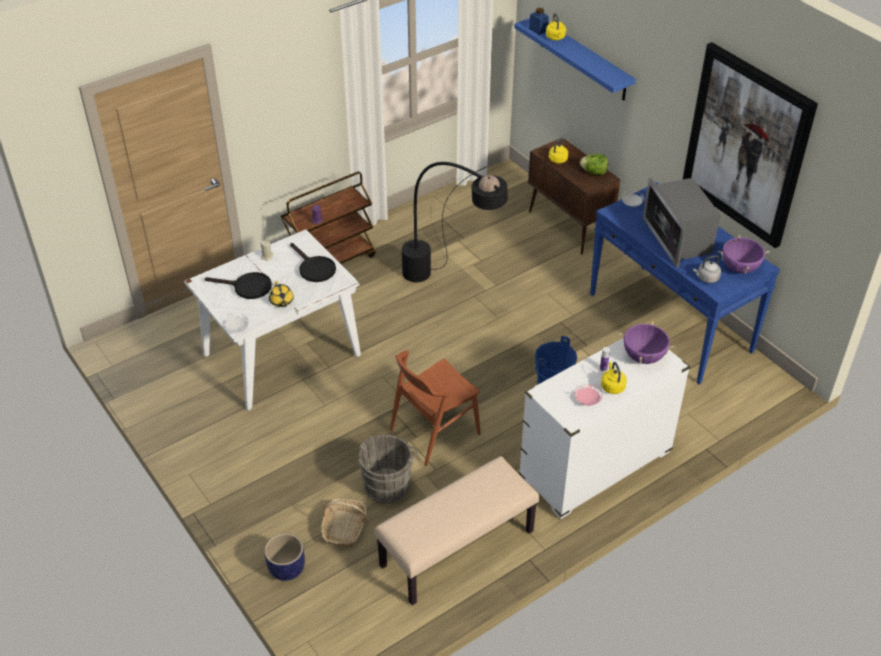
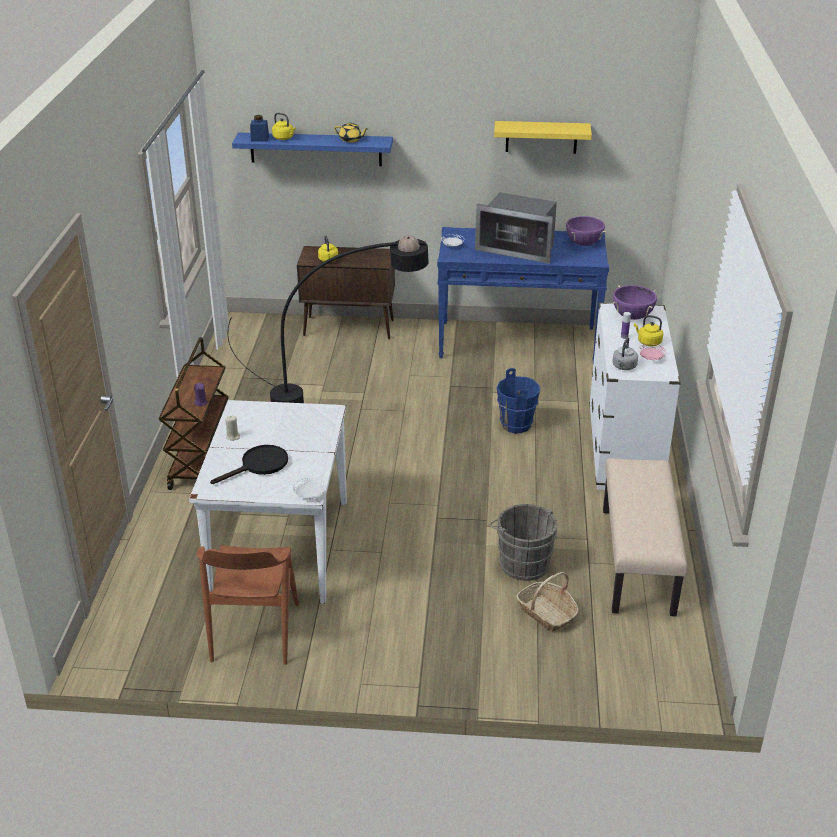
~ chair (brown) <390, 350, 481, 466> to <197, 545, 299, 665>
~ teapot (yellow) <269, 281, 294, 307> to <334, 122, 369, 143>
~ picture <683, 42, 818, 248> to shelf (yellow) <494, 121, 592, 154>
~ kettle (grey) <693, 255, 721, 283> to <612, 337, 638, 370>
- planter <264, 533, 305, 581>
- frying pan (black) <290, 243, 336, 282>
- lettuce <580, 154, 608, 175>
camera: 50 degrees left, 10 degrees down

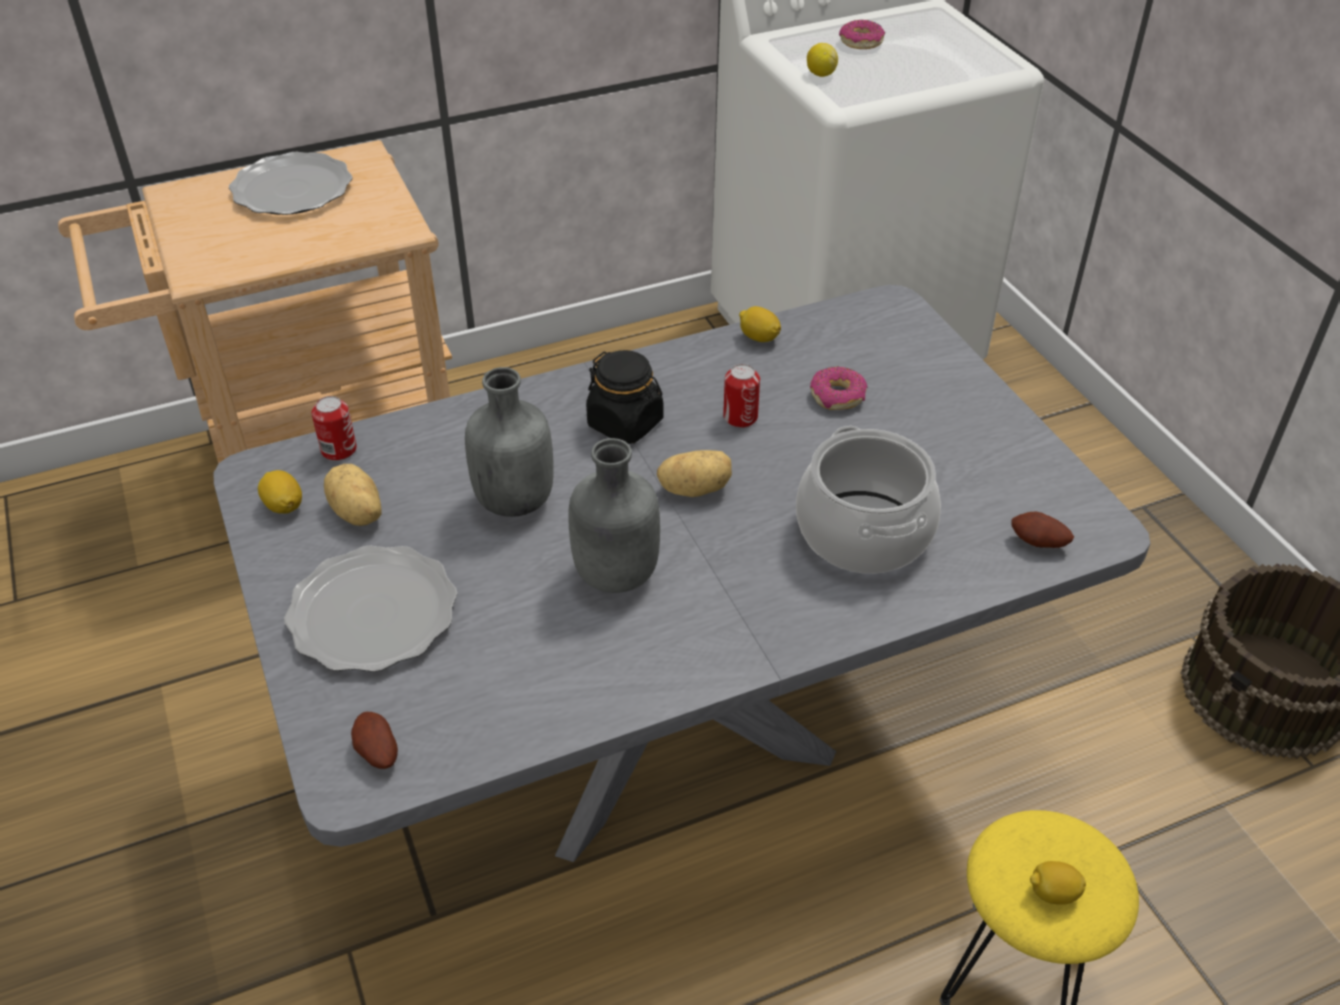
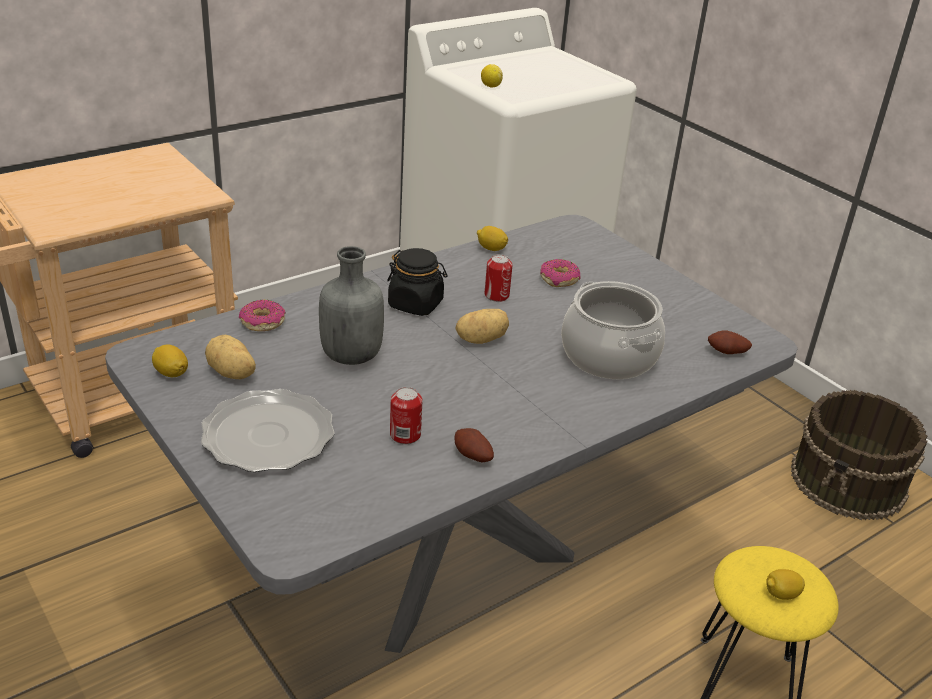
~ donut <839, 20, 885, 49> to <239, 300, 286, 331>
~ can <312, 396, 357, 461> to <390, 387, 423, 444>
~ potato <351, 712, 398, 769> to <454, 428, 494, 462>
- plate <229, 152, 352, 215>
- bottle (grey) <568, 438, 660, 593>
camera: 15 degrees left, 10 degrees down

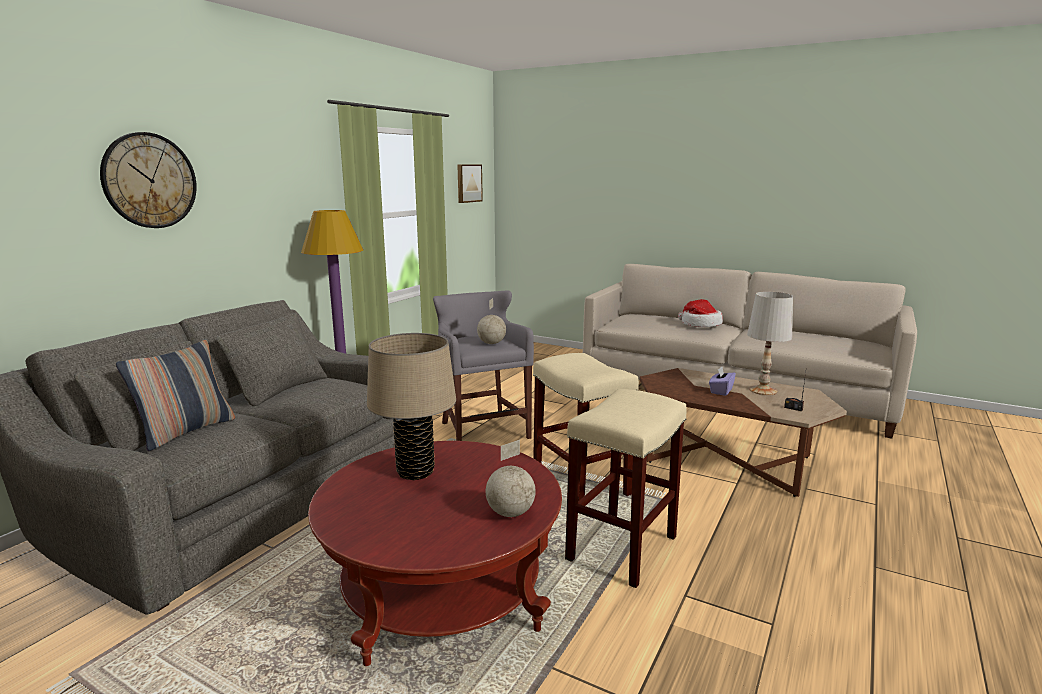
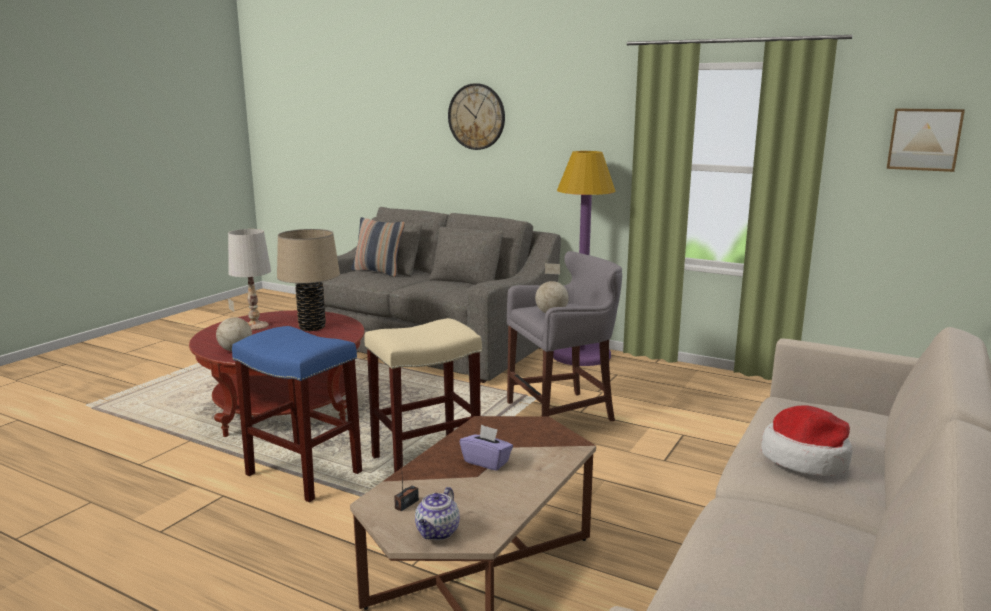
~ table lamp (white) <747, 292, 793, 395> to <228, 229, 271, 330>
~ stool (beige) <565, 389, 687, 588> to stool (blue) <232, 326, 362, 502>
+ teapot <415, 487, 460, 540>
camera: 90 degrees right, 0 degrees up

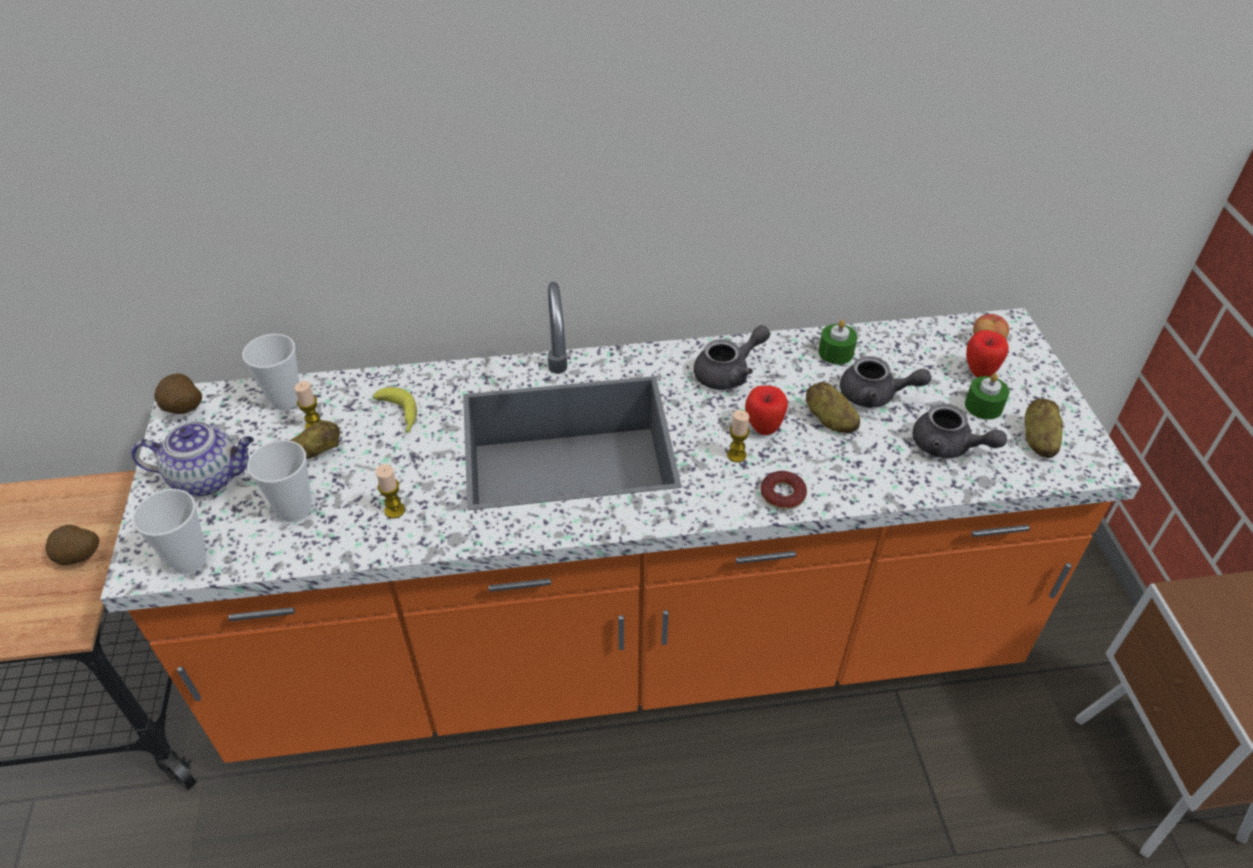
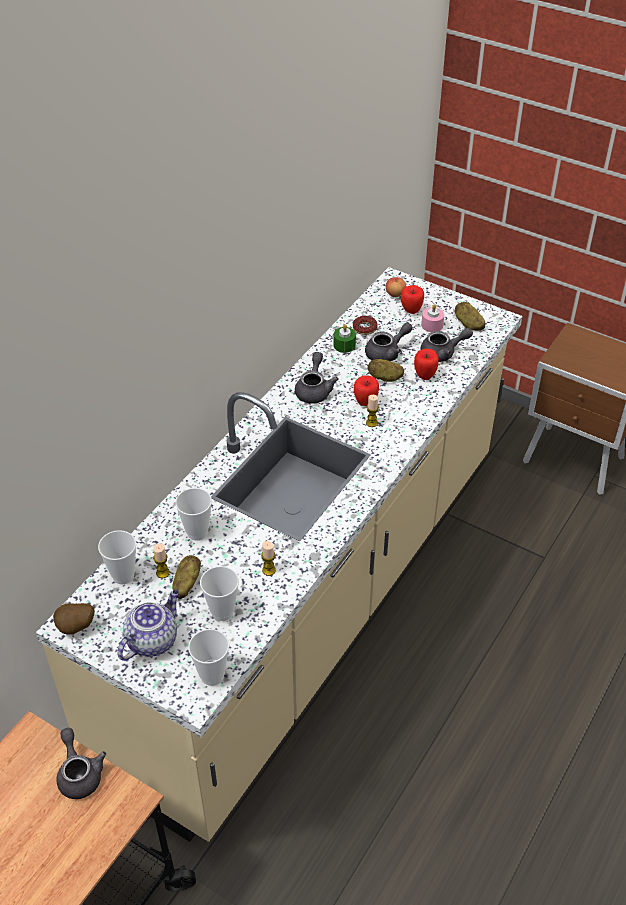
~ counter (orange) <100, 282, 1141, 763> to counter (beige) <36, 267, 522, 842>
~ potato <46, 525, 99, 565> to teapot (grey) <56, 728, 106, 799>
~ banana <373, 387, 417, 433> to cup <175, 488, 212, 541>
~ donut <761, 471, 807, 510> to <353, 316, 378, 335>
+ apple <414, 349, 439, 380>
~ candle (green) <965, 373, 1009, 420> to candle (pink) <421, 304, 444, 332>
camera: 50 degrees left, 0 degrees up

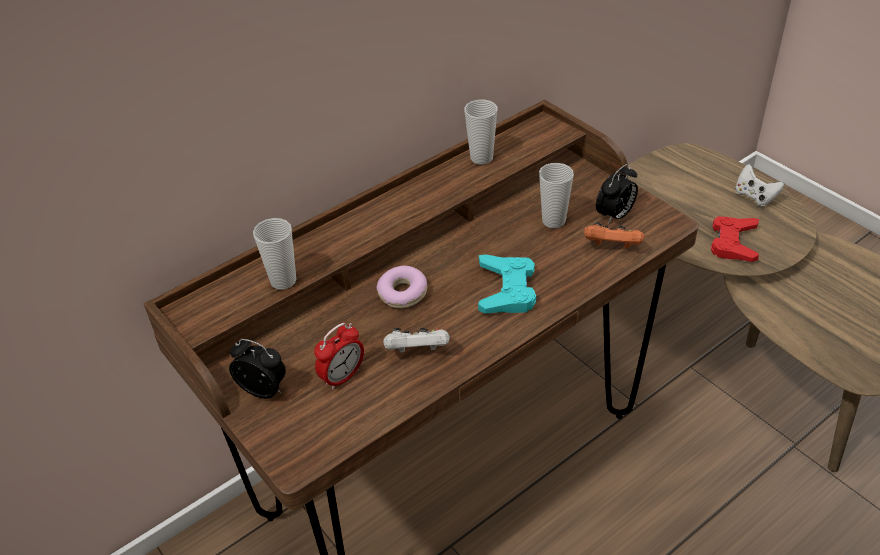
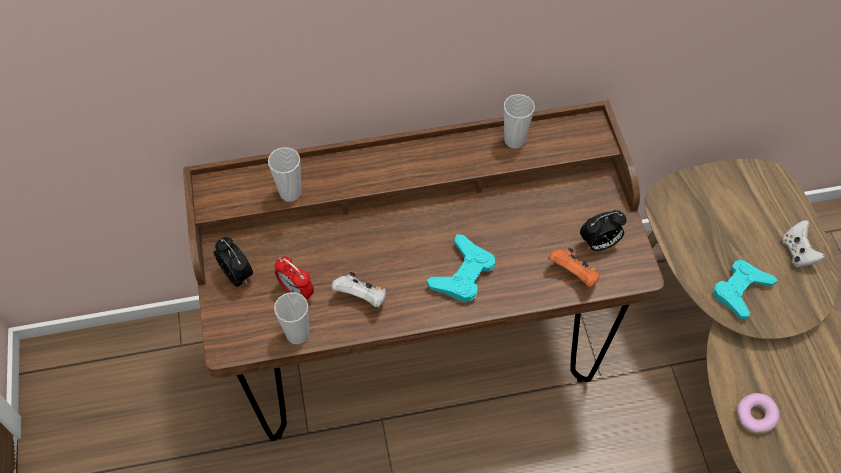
~ cup <539, 163, 574, 228> to <274, 292, 309, 344>
~ alarm clock <314, 323, 364, 390> = <275, 257, 314, 300> 60 degrees clockwise
~ game controller (red) <711, 216, 759, 262> to game controller (turquoise) <714, 260, 777, 320>
~ donut <377, 266, 427, 308> to <737, 393, 780, 434>
camera: 25 degrees right, 15 degrees up

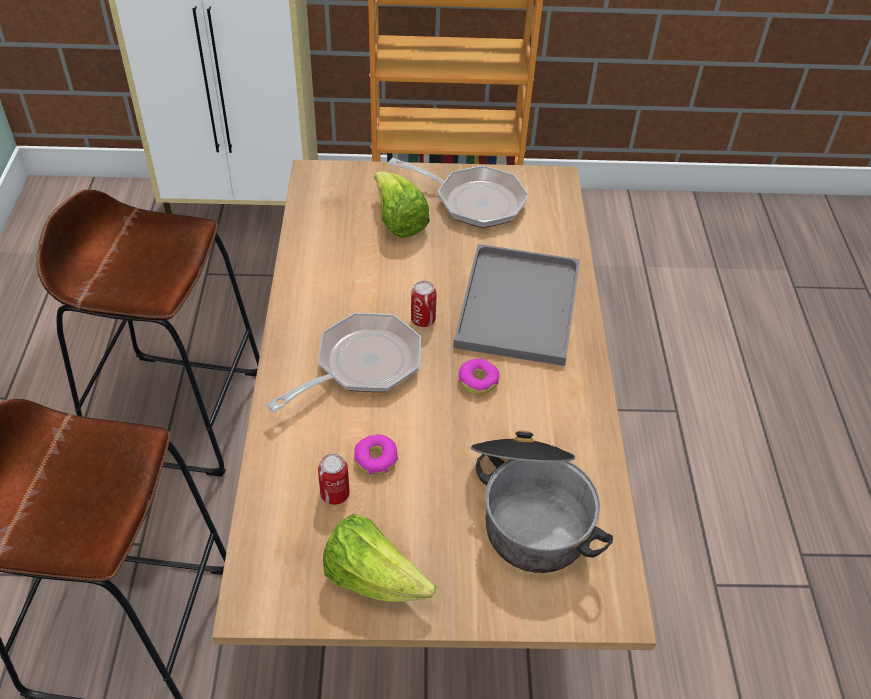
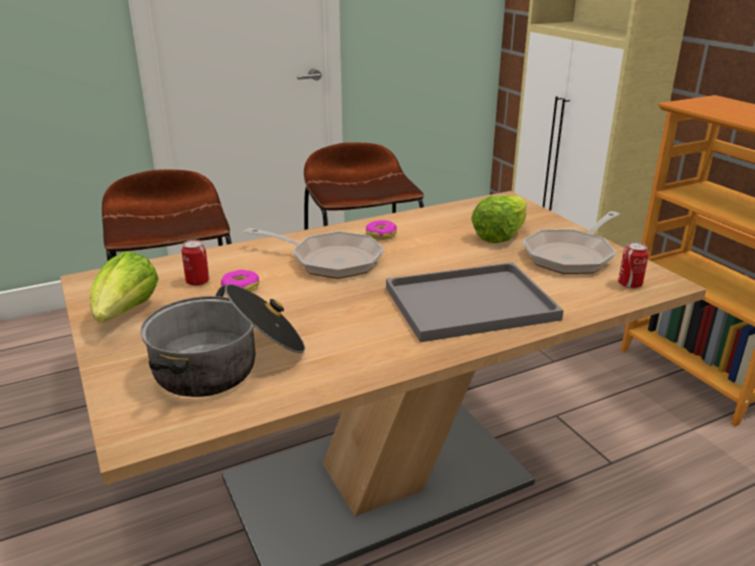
~ donut <458, 358, 500, 394> to <366, 220, 397, 240>
~ frying pan <388, 158, 529, 228> = <523, 211, 620, 274> 45 degrees clockwise
~ can <411, 281, 437, 327> to <618, 242, 649, 289>
camera: 65 degrees right, 20 degrees down

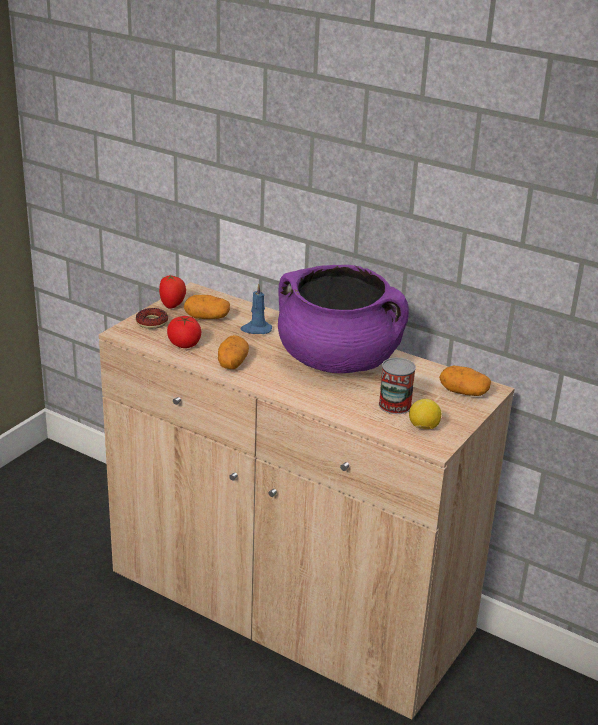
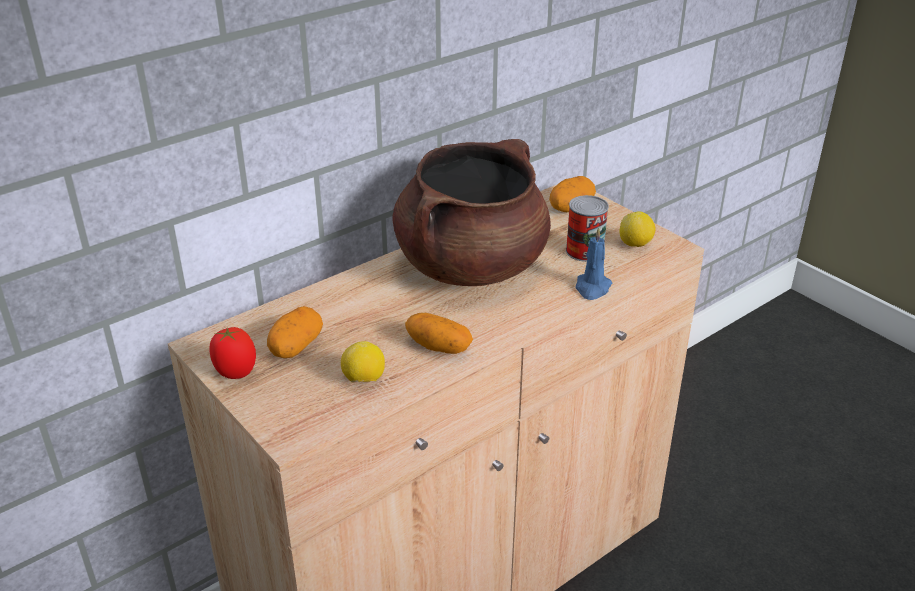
~ tomato <167, 316, 201, 348> to lemon <341, 341, 385, 383>
~ cooking pot (purple) <278, 265, 409, 373> to cooking pot (brown) <393, 139, 551, 286>
~ candle (blue) <241, 283, 272, 334> to <575, 227, 612, 300>
- donut <136, 308, 168, 329>
camera: 70 degrees left, 5 degrees up

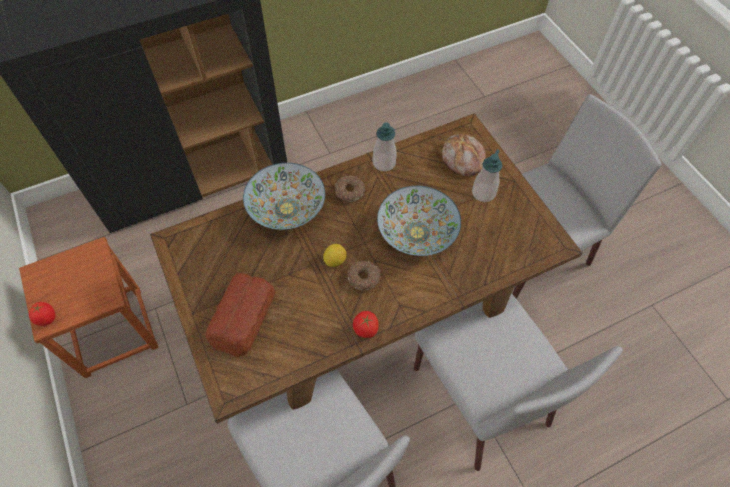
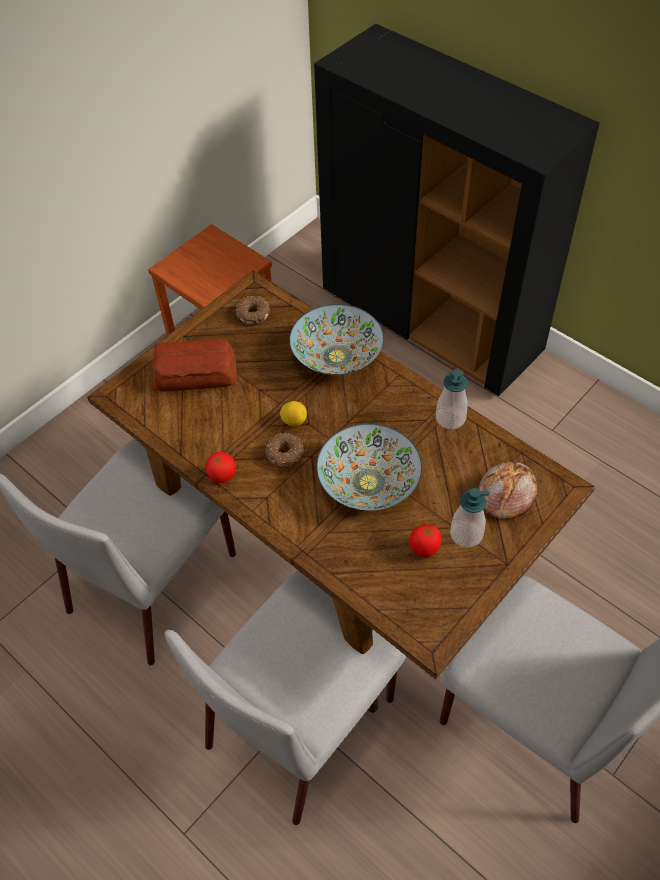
~ donut <335, 175, 365, 202> to <236, 296, 270, 325>
~ tomato <29, 302, 56, 326> to <409, 524, 441, 558>
camera: 70 degrees right, 5 degrees down

